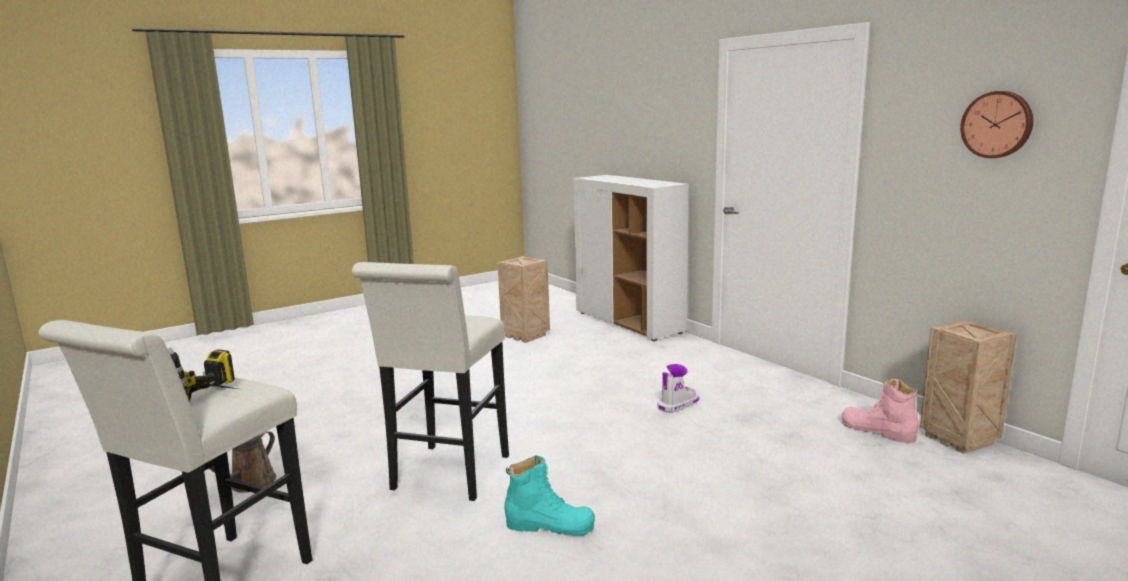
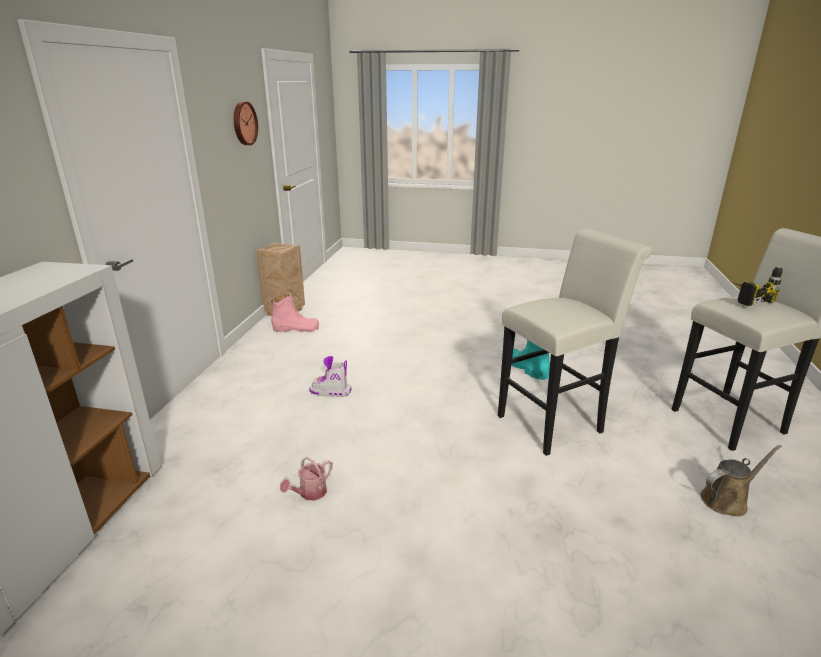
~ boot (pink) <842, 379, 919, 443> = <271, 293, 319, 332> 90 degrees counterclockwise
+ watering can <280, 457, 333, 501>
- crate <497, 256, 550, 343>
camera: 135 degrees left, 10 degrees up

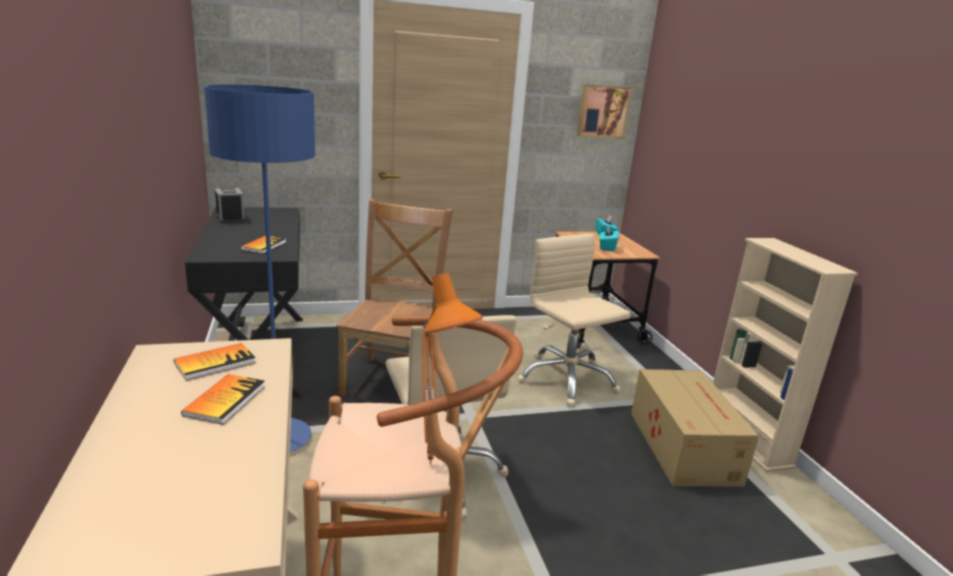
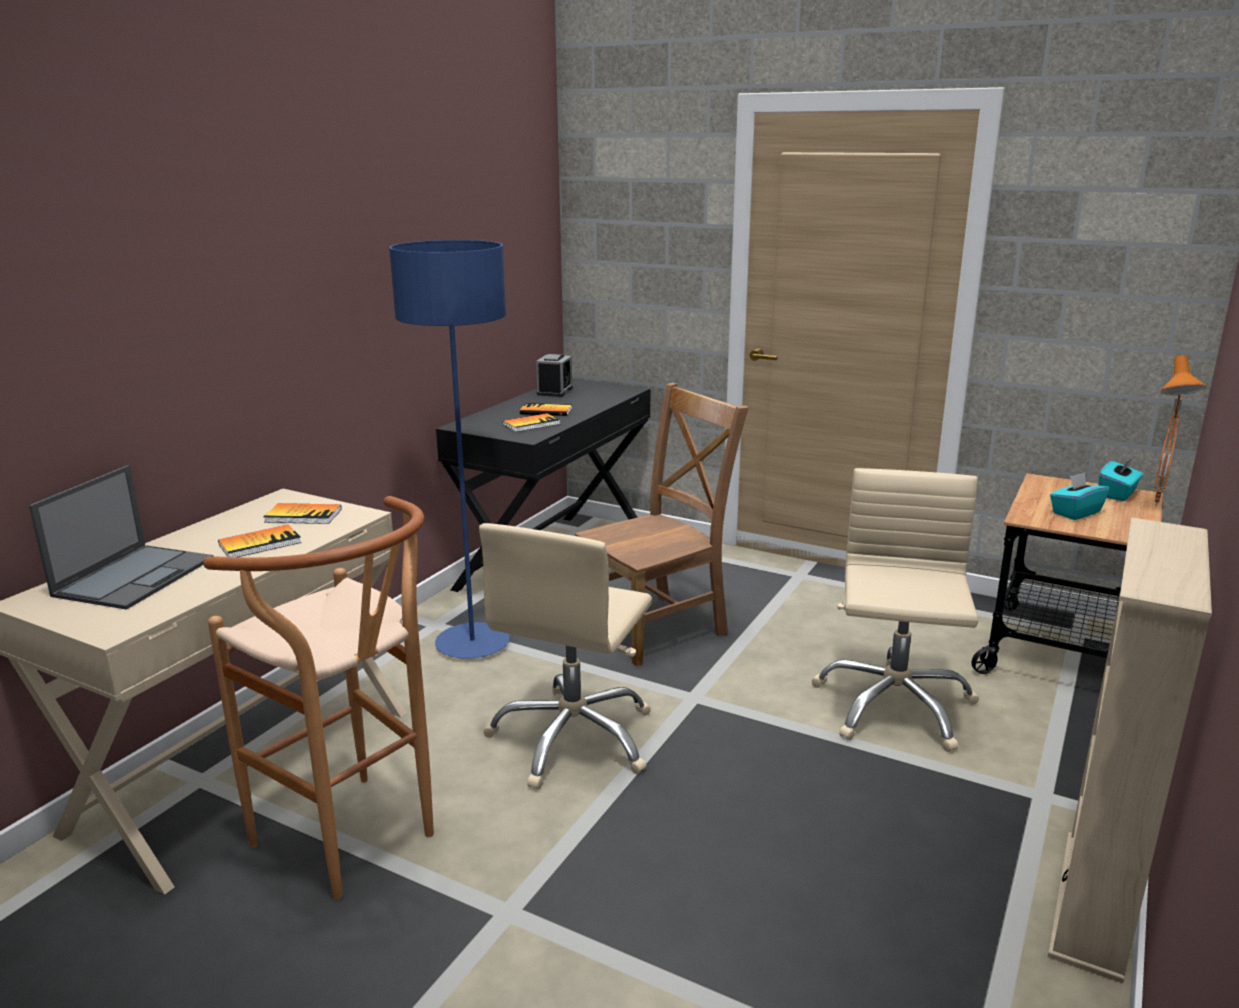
+ laptop <29, 465, 213, 610>
+ book <520, 403, 572, 416>
~ table lamp (orange) <422, 273, 483, 465> to <1154, 355, 1206, 506>
- picture <577, 84, 632, 139>
- cardboard box <631, 369, 759, 487>
camera: 45 degrees right, 0 degrees up

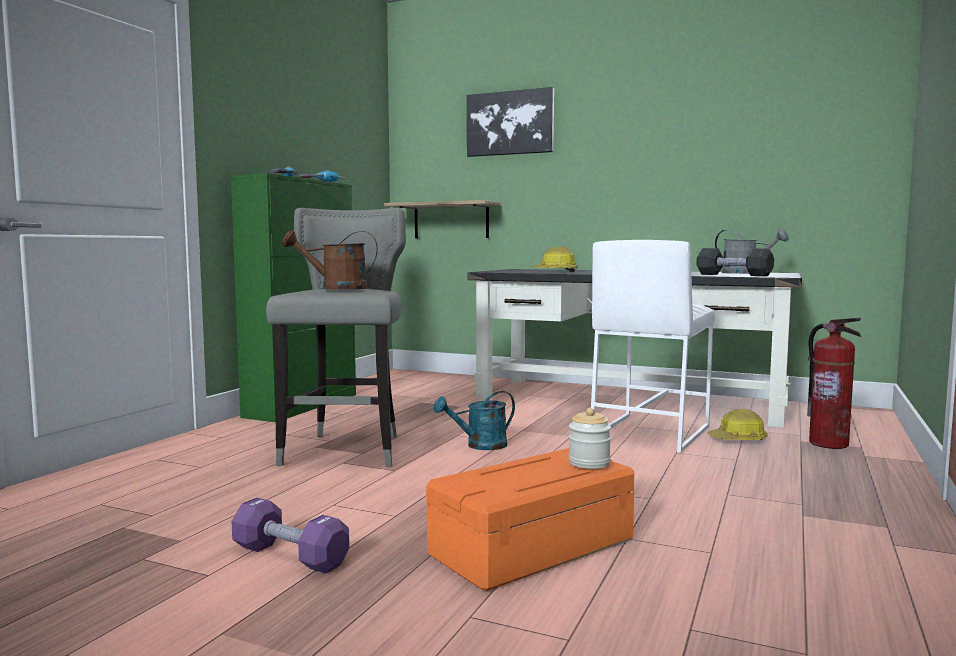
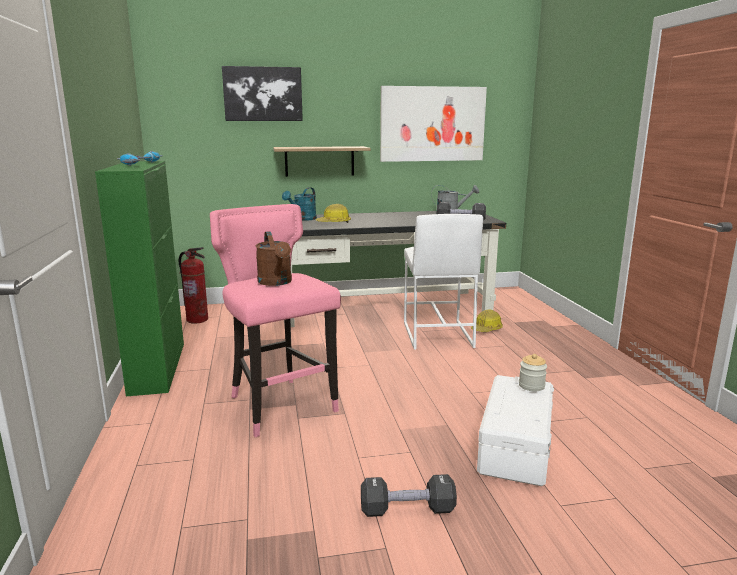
~ fire extinguisher <807, 318, 861, 449> to <179, 247, 208, 324>
~ stool (grey) <266, 208, 406, 467> to stool (pink) <210, 204, 341, 437>
~ watering can (brown) <283, 230, 378, 290> = <256, 231, 292, 286> 75 degrees counterclockwise
~ shelf <384, 200, 501, 238> to <273, 146, 370, 177>
~ watering can (turquoise) <434, 391, 515, 450> to <282, 187, 317, 221>
~ dumbbell (purple) <232, 498, 349, 574> to dumbbell (black) <361, 474, 457, 517>
+ picture <380, 86, 487, 162>
~ storage box (orange) <426, 448, 634, 591> to storage box (white) <477, 375, 554, 486>
camera: 35 degrees left, 10 degrees up

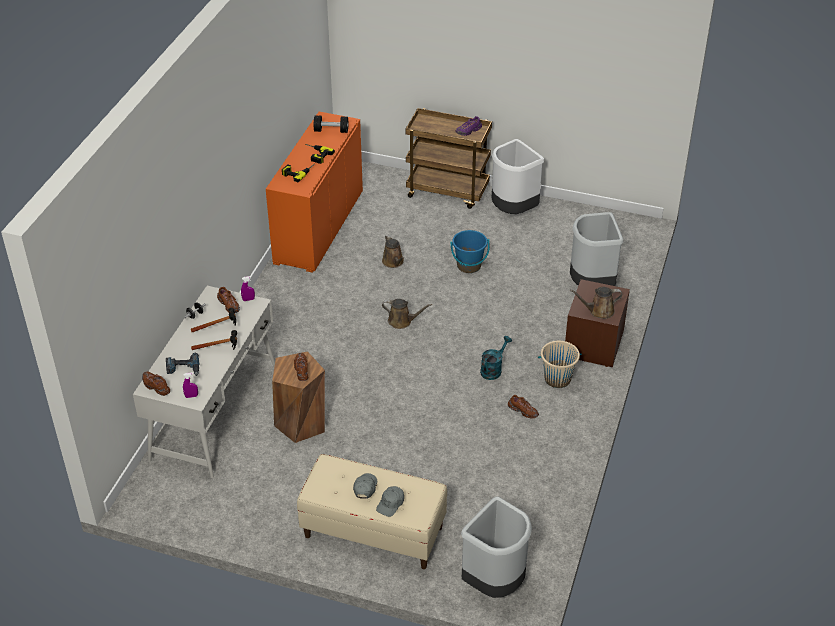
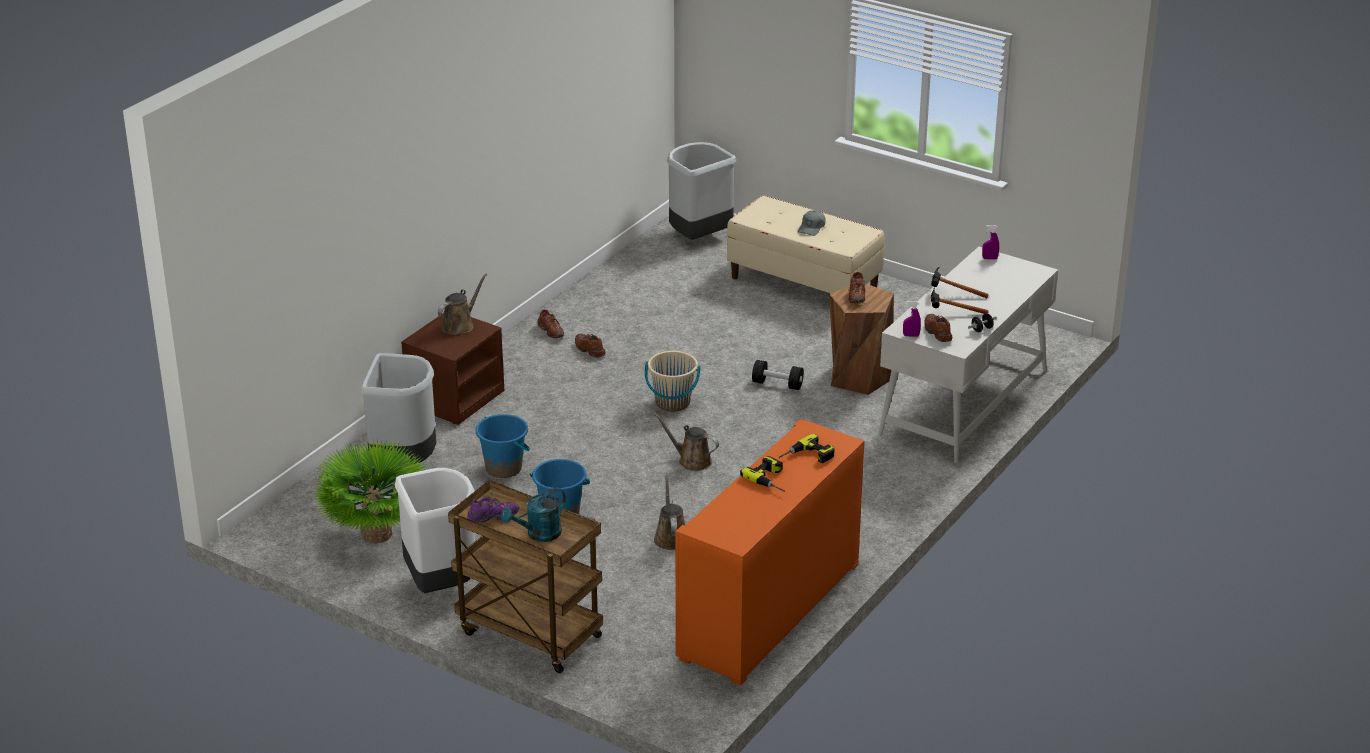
+ potted plant <313, 440, 426, 544>
~ watering can (brown) <570, 287, 623, 319> = <438, 274, 487, 335> 60 degrees counterclockwise
+ bucket (blue) <476, 414, 530, 478>
~ watering can (turquoise) <480, 336, 512, 380> to <501, 487, 566, 542>
~ shoe (brown) <142, 371, 170, 396> to <537, 310, 564, 339>
~ bucket (beige) <538, 341, 582, 388> to <645, 351, 701, 412>
~ dumbbell (black) <313, 115, 349, 133> to <752, 360, 804, 390>
- power drill <166, 353, 199, 376>
- cap (grey) <376, 486, 404, 517>
camera: 165 degrees left, 10 degrees down

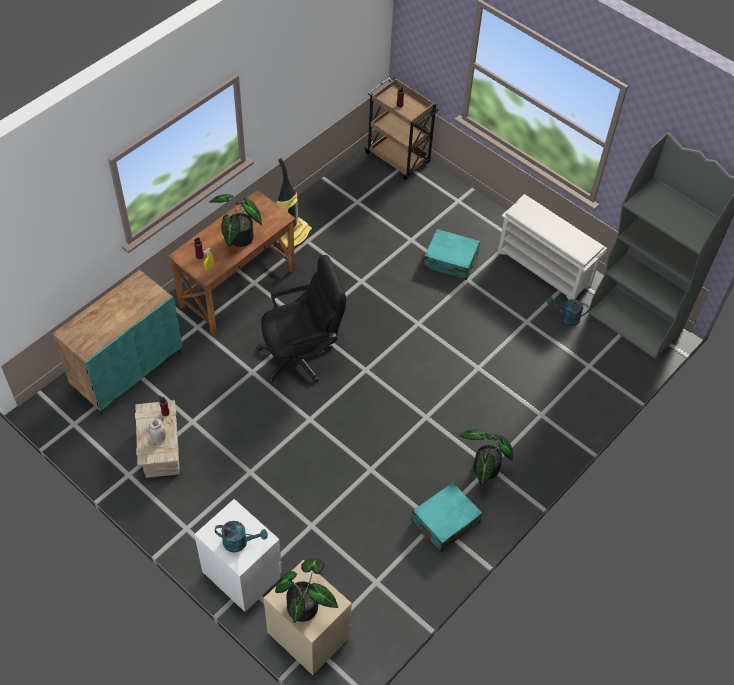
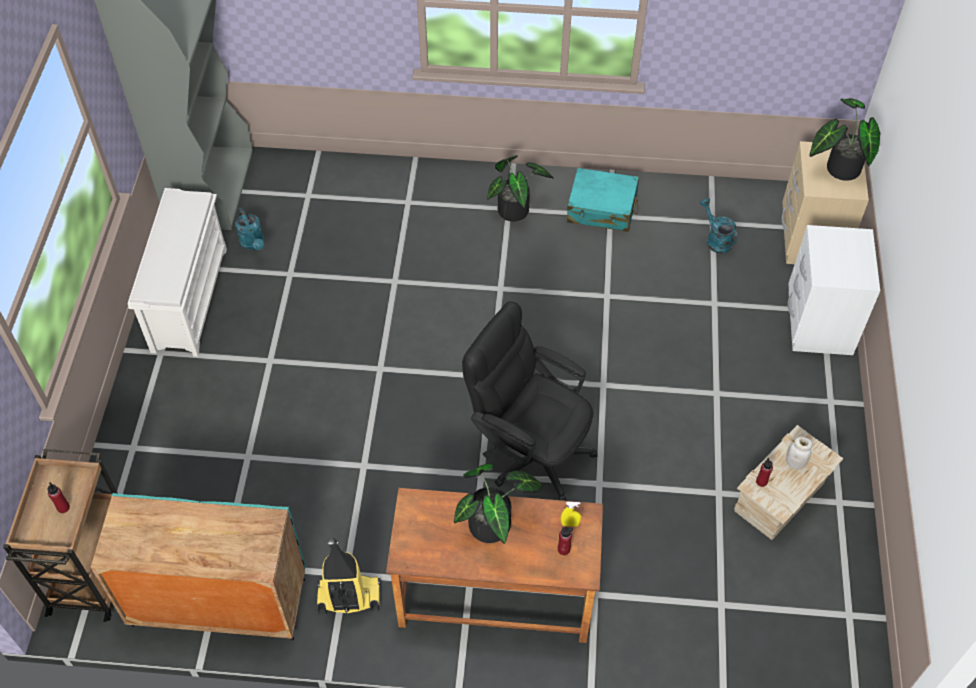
~ cabinet (turquoise) <53, 270, 182, 415> to <91, 493, 305, 640>
~ watering can (turquoise) <215, 521, 268, 552> to <700, 198, 737, 254>
- suitcase (turquoise) <424, 229, 480, 280>
camera: 125 degrees left, 0 degrees up

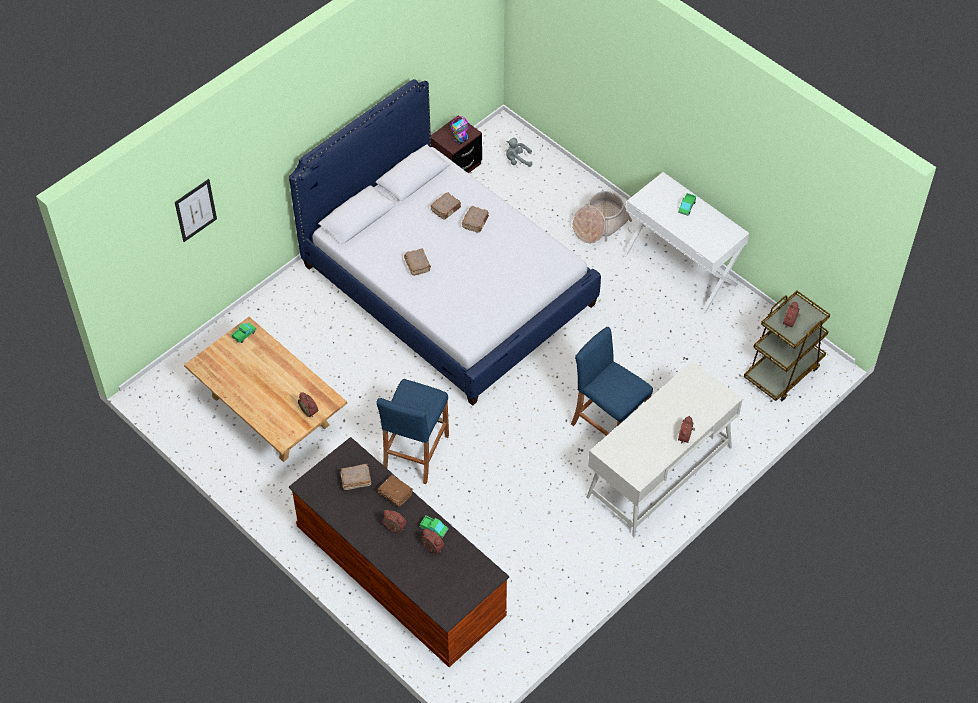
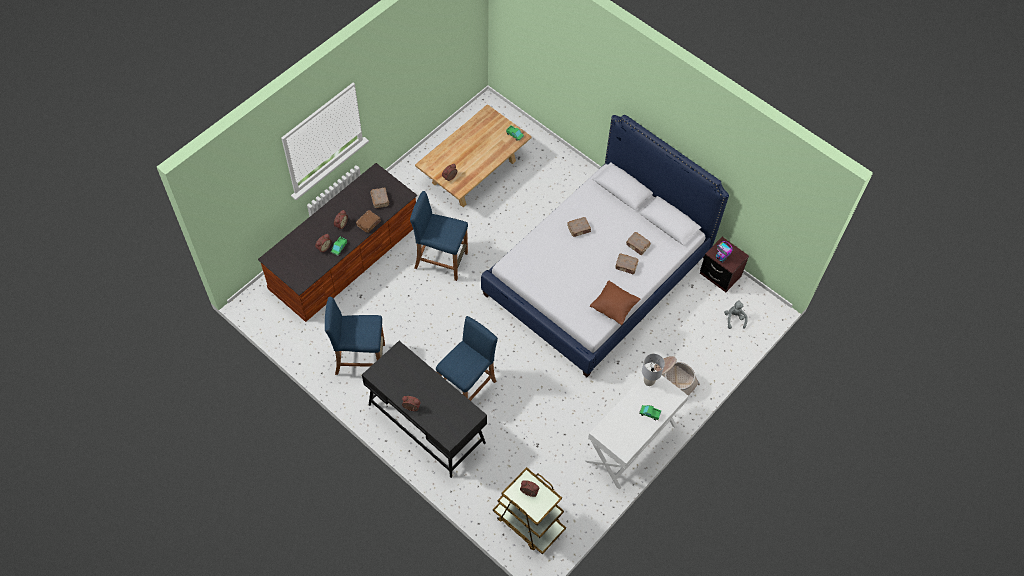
+ stool (blue) <325, 297, 385, 375>
~ desk (white) <586, 361, 743, 537> to desk (black) <362, 341, 487, 478>
+ pillow (brown) <590, 281, 640, 325>
+ table lamp (grey) <642, 354, 665, 386>
- picture <175, 179, 217, 242>
camera: 85 degrees right, 5 degrees up

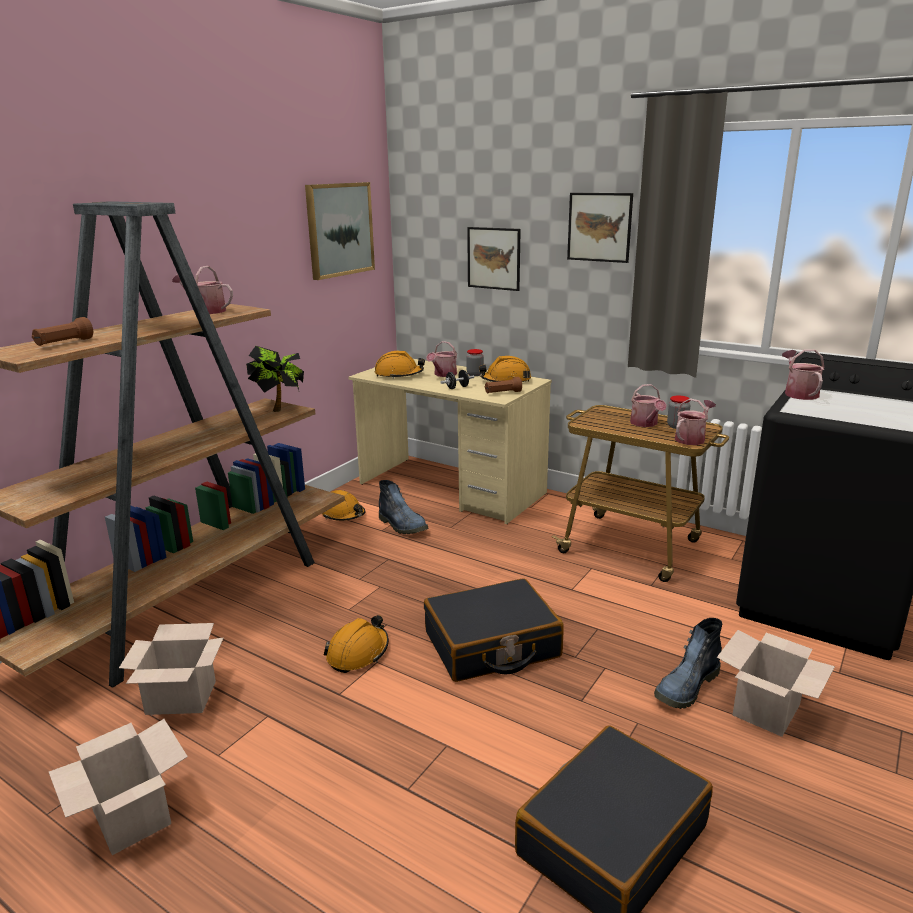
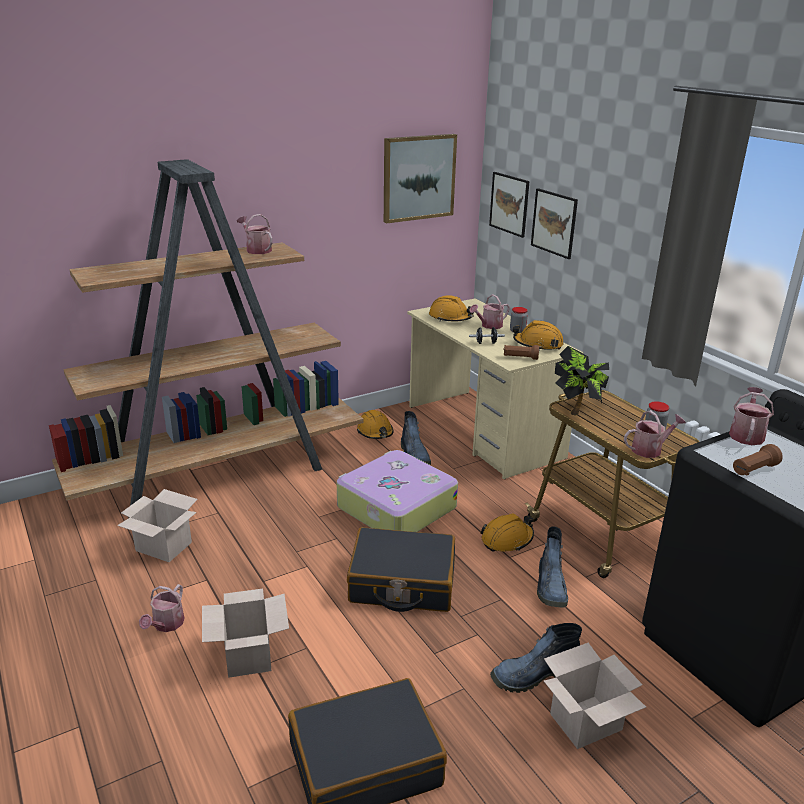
~ watering can <630, 384, 667, 427> to <139, 584, 185, 632>
~ cardboard box <49, 719, 188, 855> to <202, 589, 289, 678>
+ suitcase <337, 450, 458, 532>
~ hard hat (orange) <324, 615, 389, 673> to <480, 513, 534, 552>
~ picture <567, 193, 633, 263> to <489, 172, 530, 238>
+ boot <537, 527, 568, 608>
~ potted plant <246, 346, 304, 412> to <555, 346, 609, 415>
~ flashlight (brown) <32, 317, 93, 346> to <733, 444, 783, 476>
camera: 25 degrees right, 5 degrees up

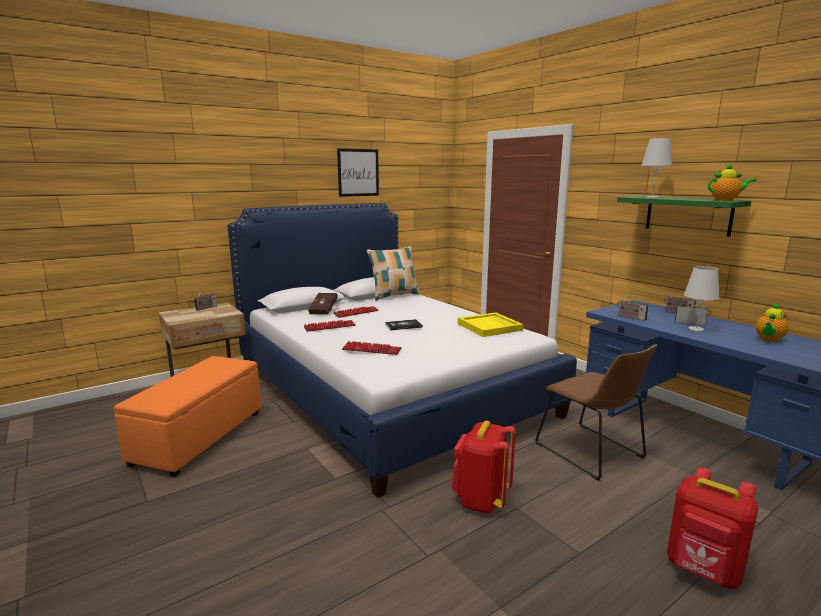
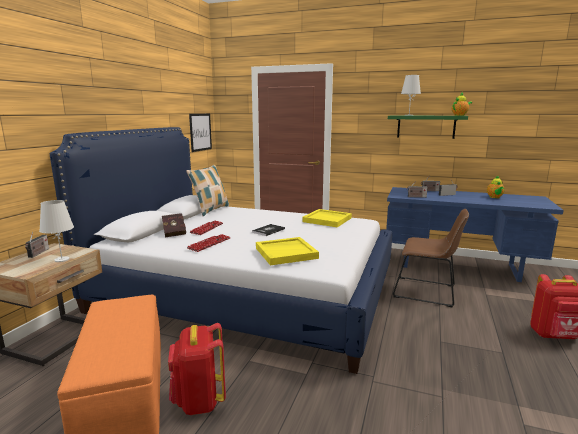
~ table lamp (white) <684, 266, 720, 332> to <39, 200, 74, 262>
~ backpack (red) <451, 421, 516, 514> to <168, 323, 226, 415>
~ picture <337, 148, 379, 197> to <189, 114, 212, 152>
~ keyboard <342, 341, 402, 355> to tray (yellow) <256, 237, 319, 266>
camera: 35 degrees left, 0 degrees up

